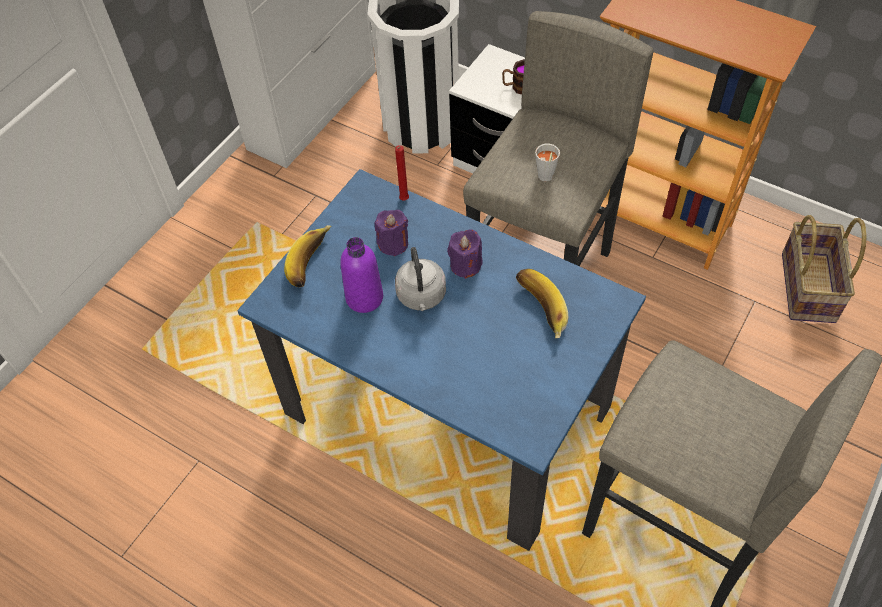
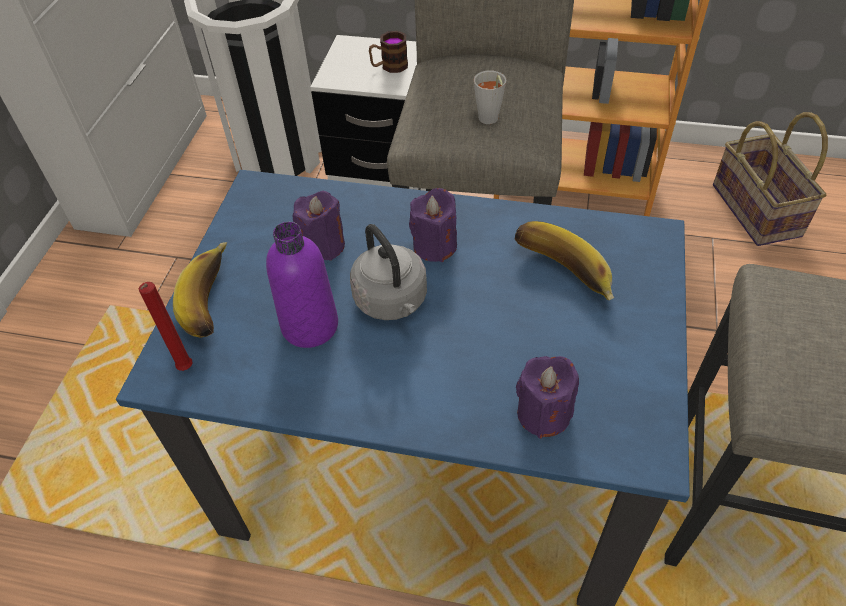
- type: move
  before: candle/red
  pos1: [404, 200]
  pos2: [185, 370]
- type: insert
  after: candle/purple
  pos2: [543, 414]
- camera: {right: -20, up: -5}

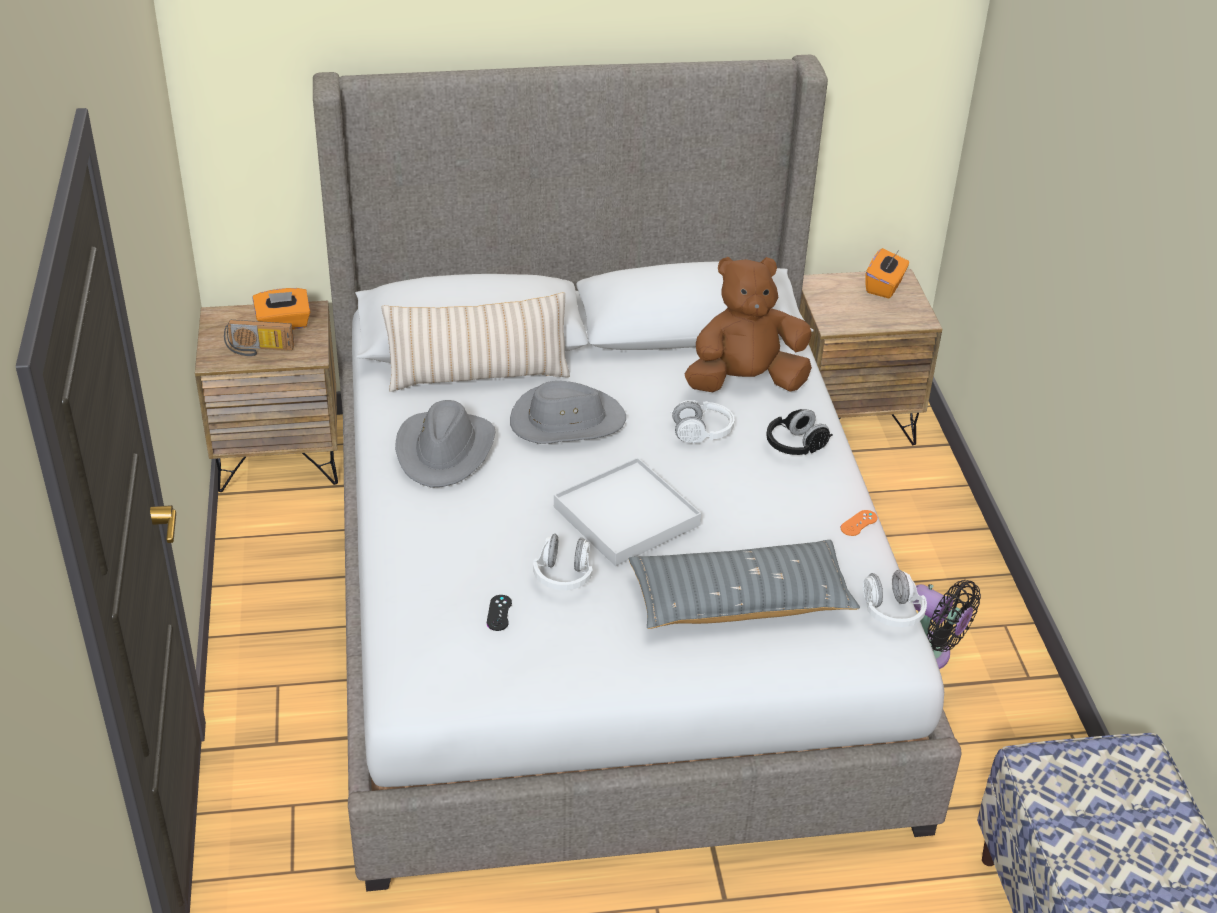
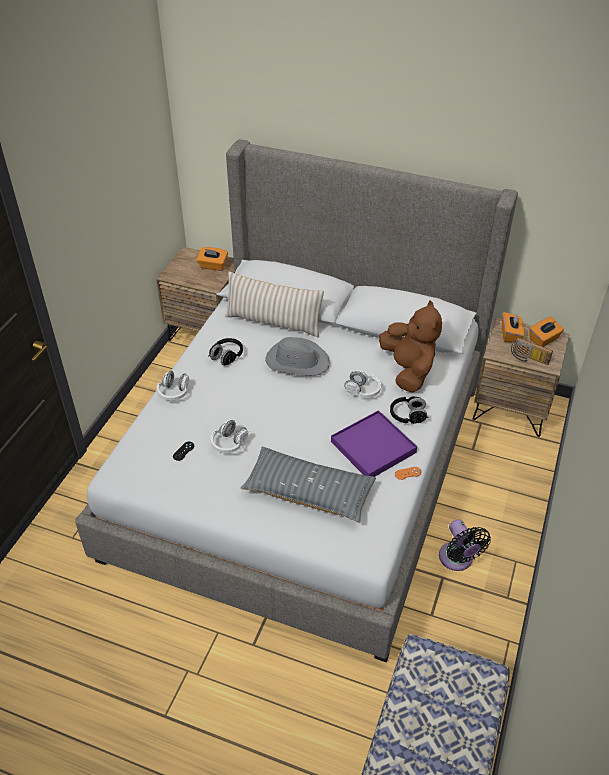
- type: rotate
  before: plush toy/brown
  pos1: [745, 382]
  pos2: [408, 370]
  turn: 60
- type: move
  before: radio
  pos1: [258, 350]
  pos2: [528, 359]
- type: replace
  before: hat/grey
  after: headphones/black
  pos1: [445, 451]
  pos2: [227, 356]
- type: delete
  before: tray/white
  pos1: [626, 516]
- type: move
  before: headphones/white
  pos1: [891, 612]
  pos2: [174, 392]
- type: insert
  after: tissue box/orange
  pos2: [510, 334]
- type: insert
  after: tray/purple
  pos2: [373, 447]
- camera: {right: 30, up: 5}

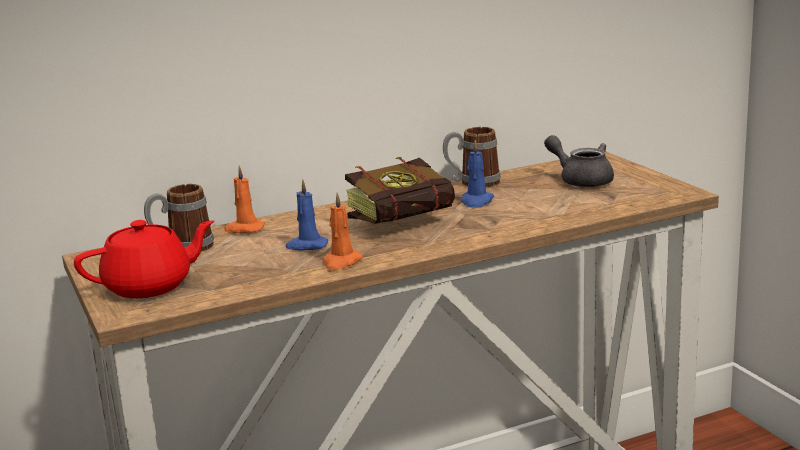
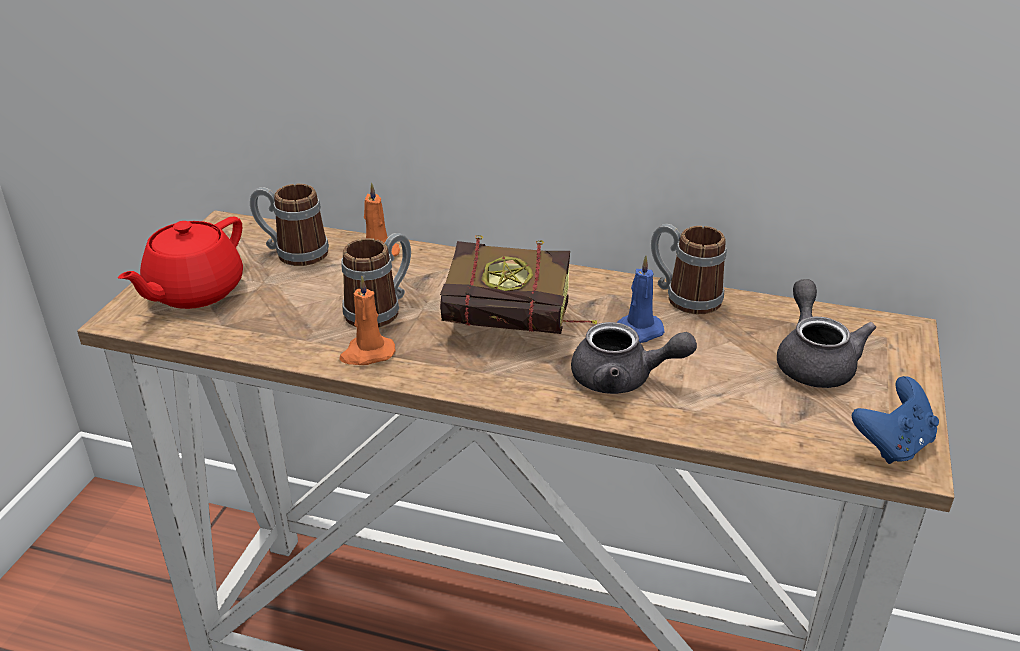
- type: replace
  before: candle/blue
  after: mug
  pos1: [306, 246]
  pos2: [381, 309]
- type: rotate
  before: teapot/red
  pos1: [150, 286]
  pos2: [193, 292]
  turn: 105
- type: insert
  after: teapot/grey
  pos2: [623, 379]
- type: insert
  after: game controller/blue
  pos2: [892, 444]
- camera: {right: 40, up: 15}

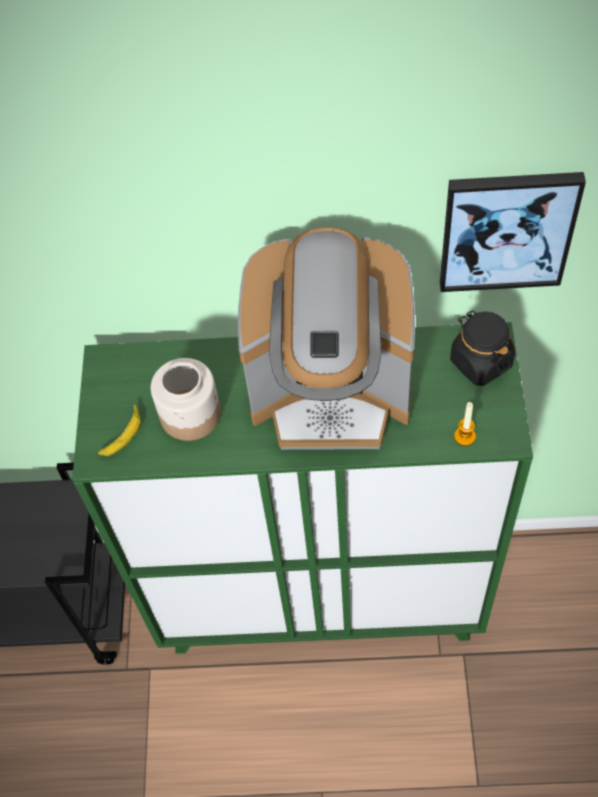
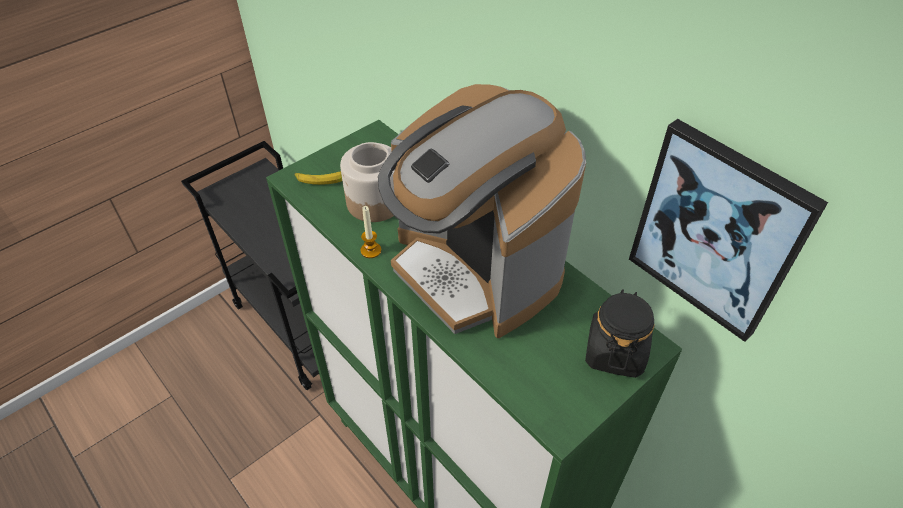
- type: move
  before: candle
  pos1: [464, 436]
  pos2: [371, 250]
- camera: {right: 45, up: -10}

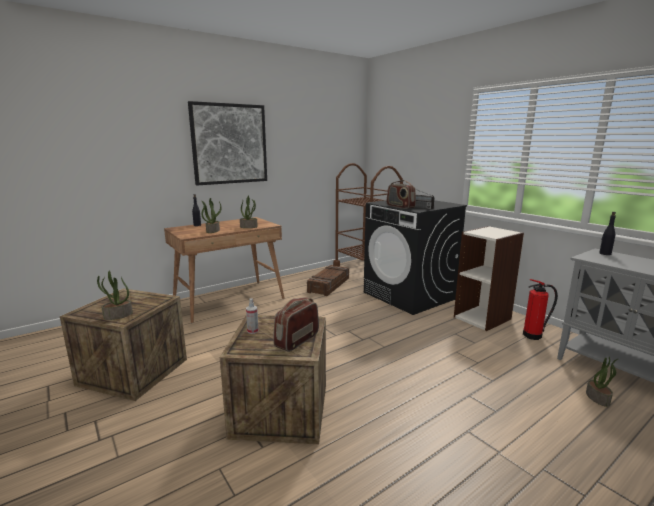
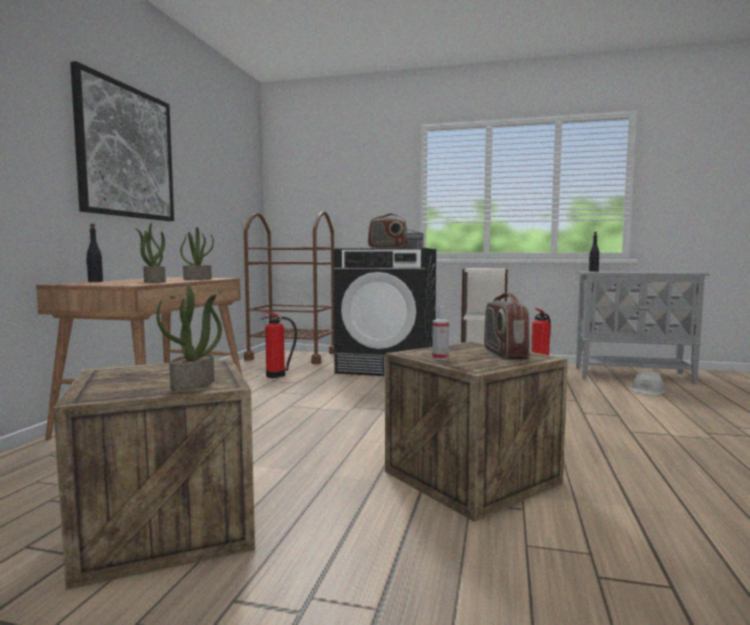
- type: replace
  before: crate
  after: fire extinguisher
  pos1: [328, 285]
  pos2: [277, 375]
- type: replace
  before: potted plant
  after: hard hat/white
  pos1: [598, 398]
  pos2: [647, 390]
- camera: {right: -40, up: -10}

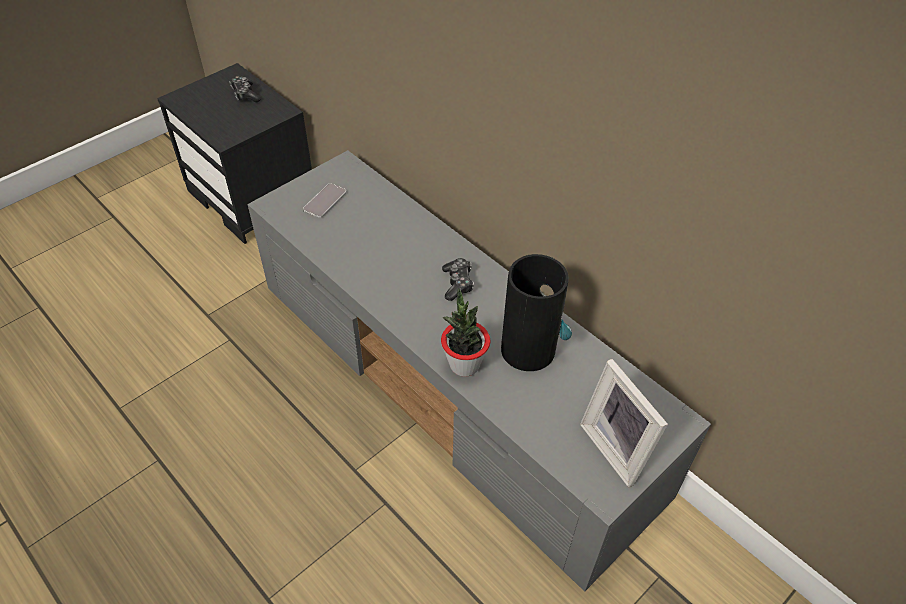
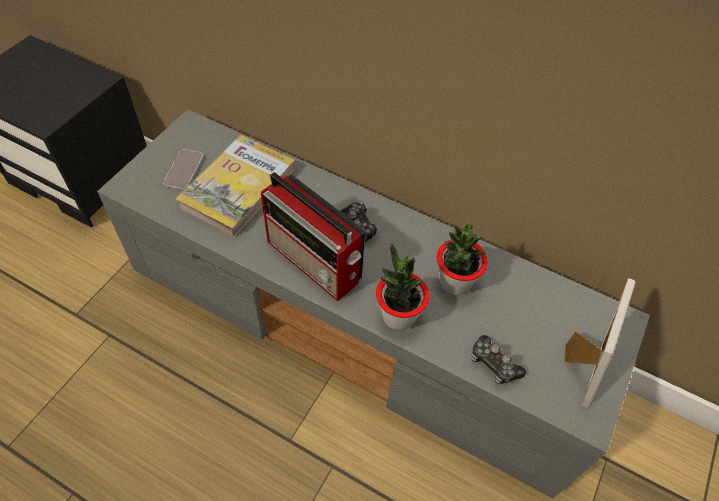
- type: move
  before: game controller
  pos1: [245, 94]
  pos2: [493, 364]
- type: replace
  before: vase
  after: potted plant
  pos1: [529, 349]
  pos2: [454, 282]
- type: rotate
  before: picture frame
  pos1: [618, 447]
  pos2: [580, 364]
  turn: -105
- type: insert
  after: book
  pos2: [238, 188]
- type: insert
  after: radio
  pos2: [315, 262]
- camera: {right: -20, up: 5}

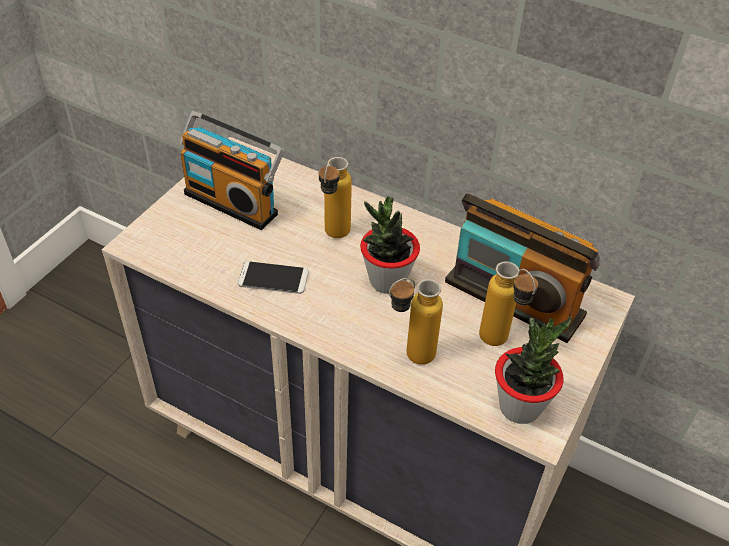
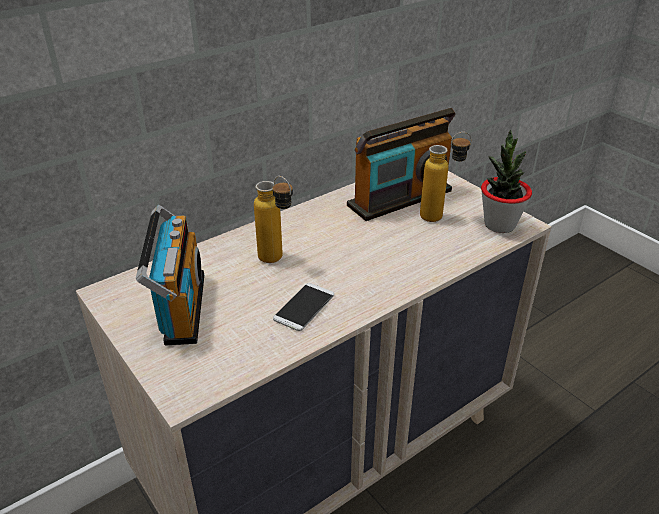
- type: rotate
  before: radio
  pos1: [234, 201]
  pos2: [179, 308]
  turn: -60
- type: delete
  before: potted plant
  pos1: [387, 281]
- type: delete
  before: bottle
  pos1: [409, 357]
- camera: {right: -65, up: -10}

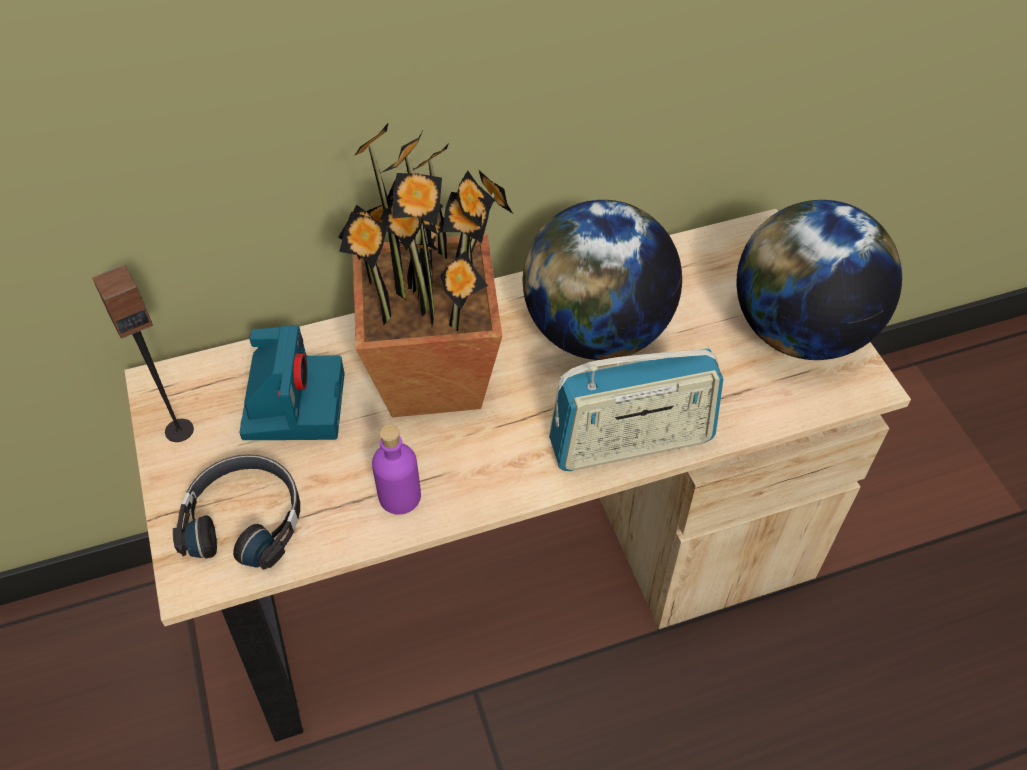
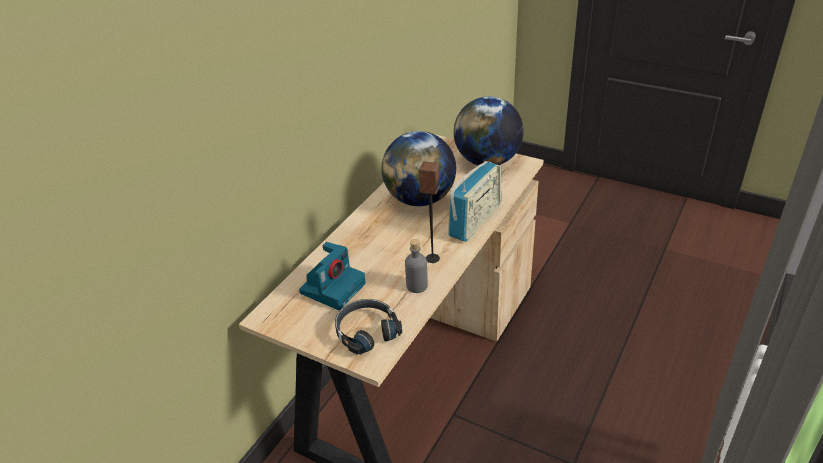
- type: delete
  before: potted plant
  pos1: [435, 377]
- type: move
  before: speaker
  pos1: [179, 430]
  pos2: [432, 258]
- type: rotate
  before: photo camera
  pos1: [293, 403]
  pos2: [333, 287]
  turn: 75
- type: recolor
  before: bottle/purple
  after: bottle/grey
  pos1: [400, 496]
  pos2: [417, 286]
- camera: {right: -40, up: -15}

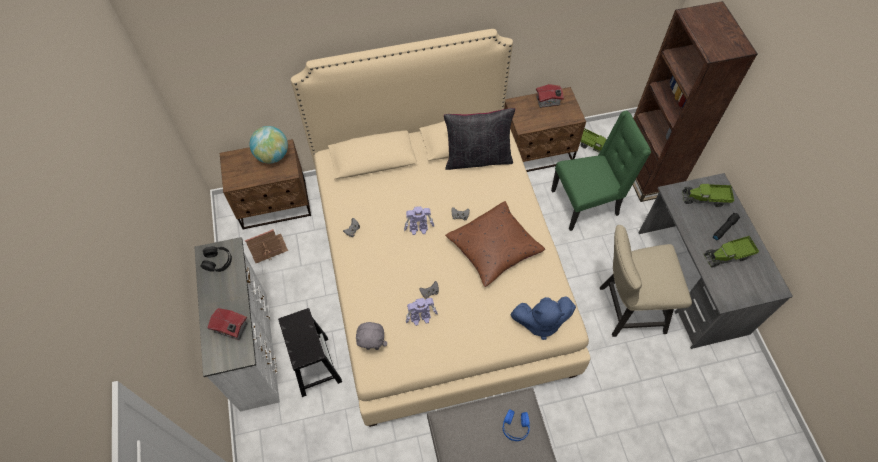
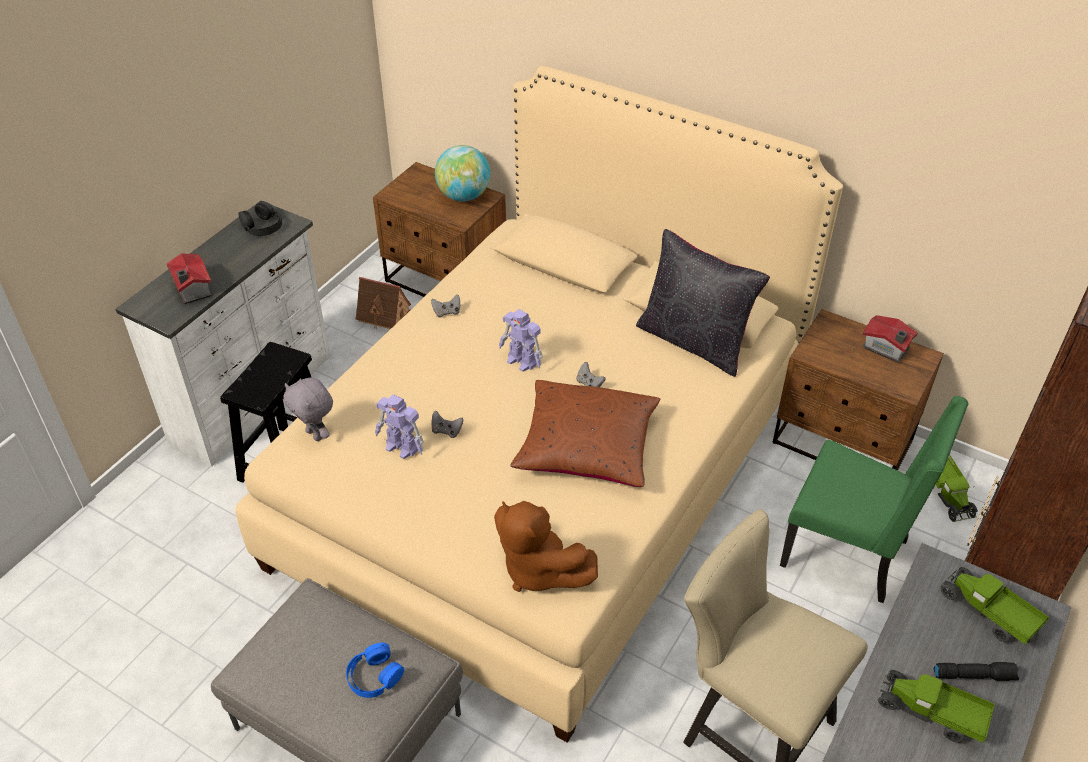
- type: recolor
  before: plush toy/blue
  after: plush toy/brown
  pos1: [540, 322]
  pos2: [538, 569]
- camera: {right: 45, up: -15}

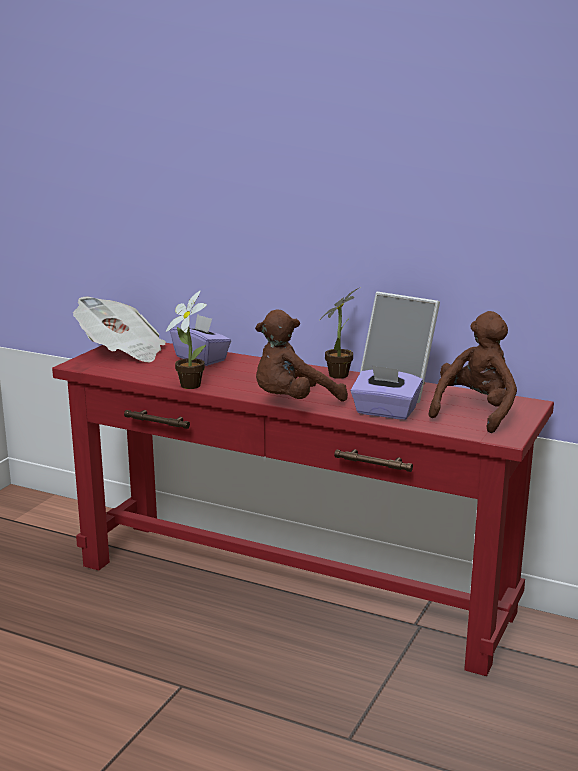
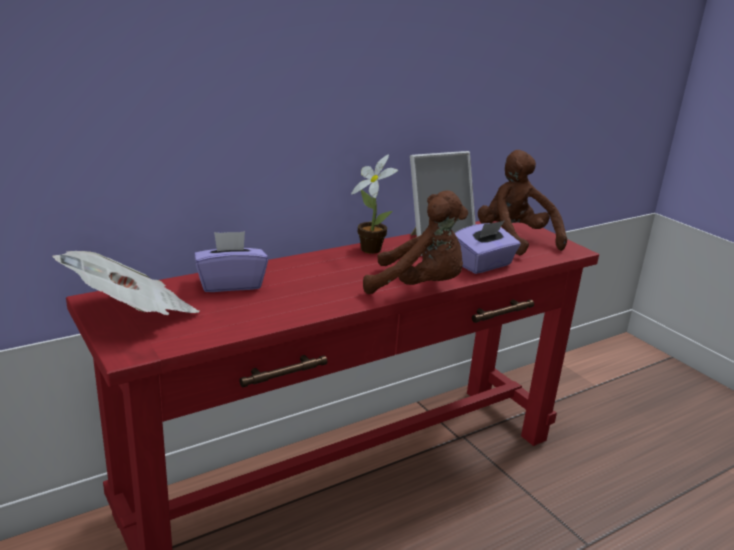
- type: delete
  before: potted plant
  pos1: [190, 384]
- type: rotate
  before: plush toy/brown
  pos1: [293, 402]
  pos2: [419, 287]
  turn: -75
- camera: {right: -60, up: 5}

